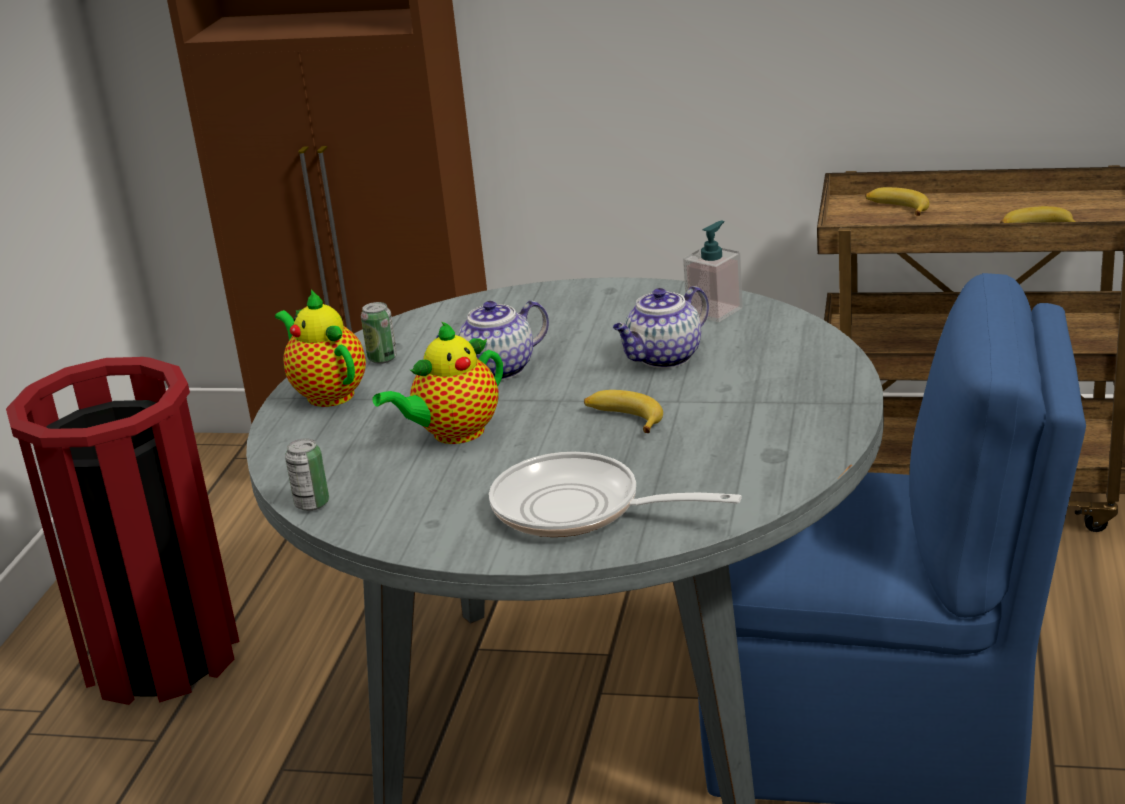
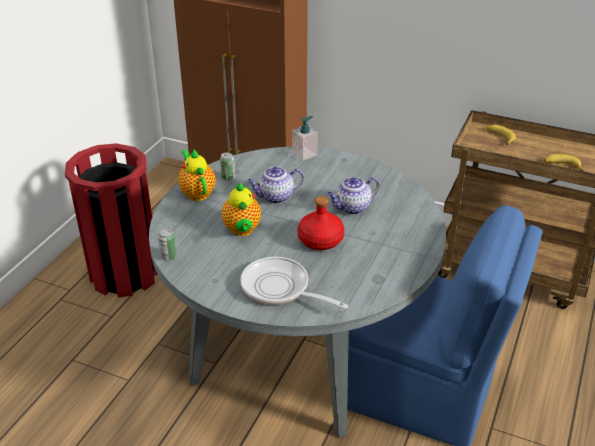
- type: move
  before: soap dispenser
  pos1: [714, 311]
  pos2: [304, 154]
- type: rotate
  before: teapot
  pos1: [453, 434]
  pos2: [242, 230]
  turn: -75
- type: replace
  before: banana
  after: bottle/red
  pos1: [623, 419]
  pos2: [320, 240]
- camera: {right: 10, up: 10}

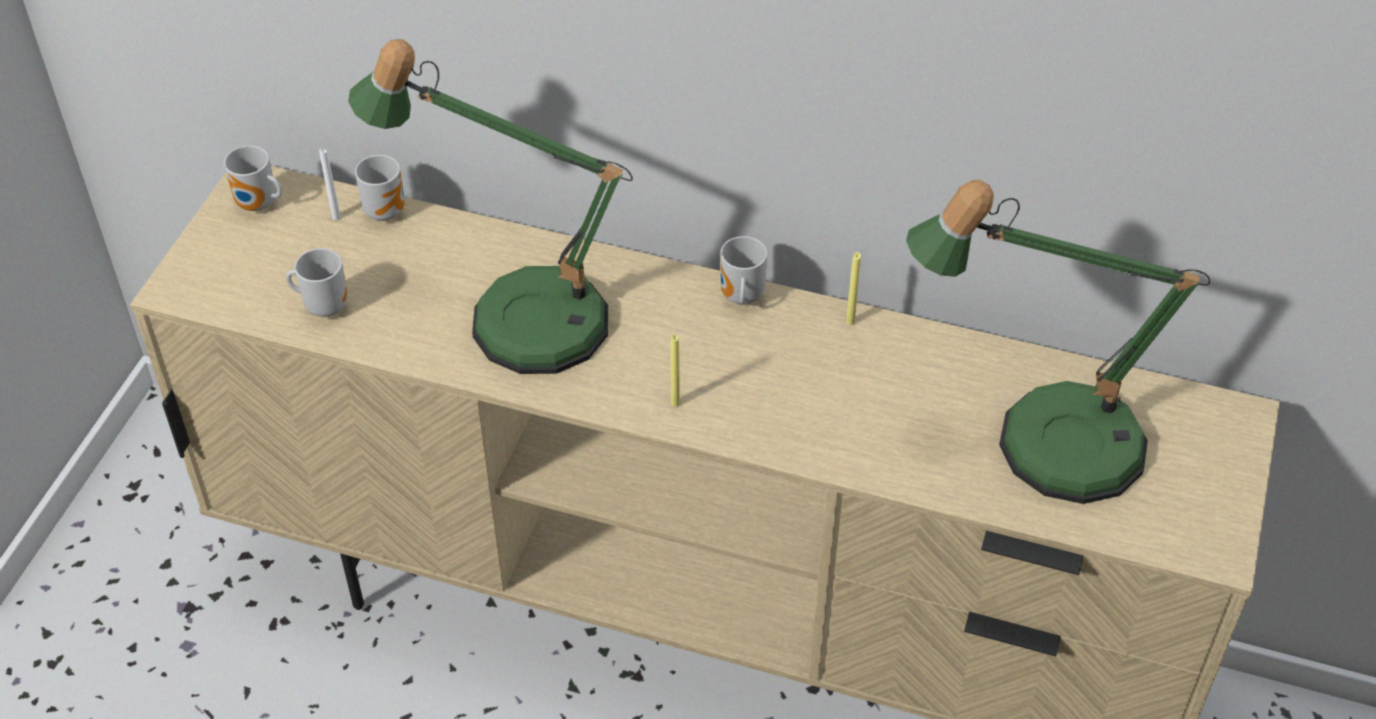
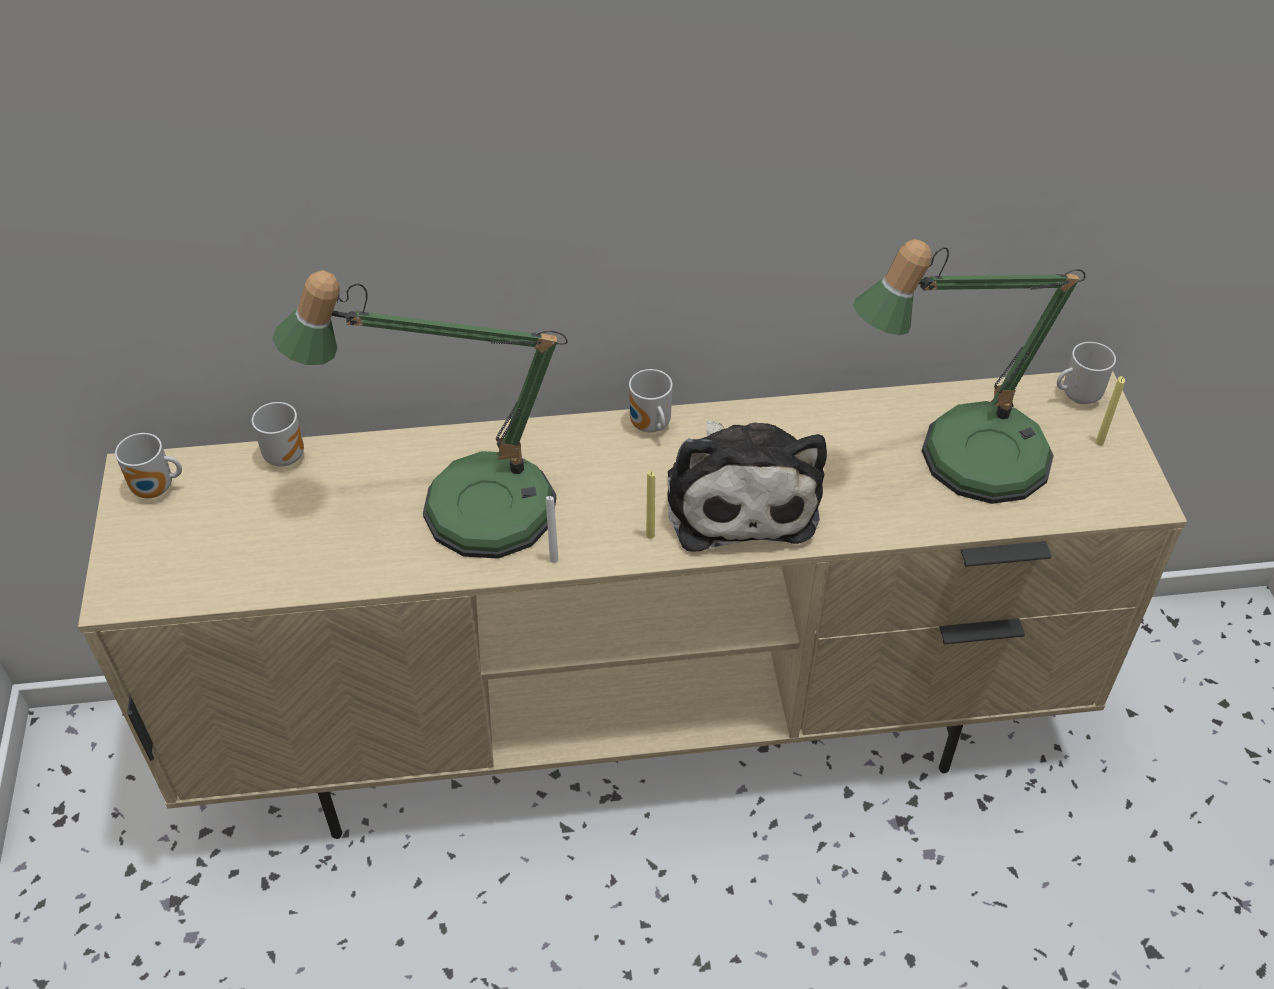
- type: move
  before: candle/white
  pos1: [336, 217]
  pos2: [554, 559]
- type: move
  before: mug
  pos1: [324, 305]
  pos2: [1077, 396]
- type: move
  before: candle/yellow
  pos1: [850, 322]
  pos2: [1099, 442]
- type: insert
  after: plush toy
  pos2: [739, 497]
- camera: {right: -25, up: 0}

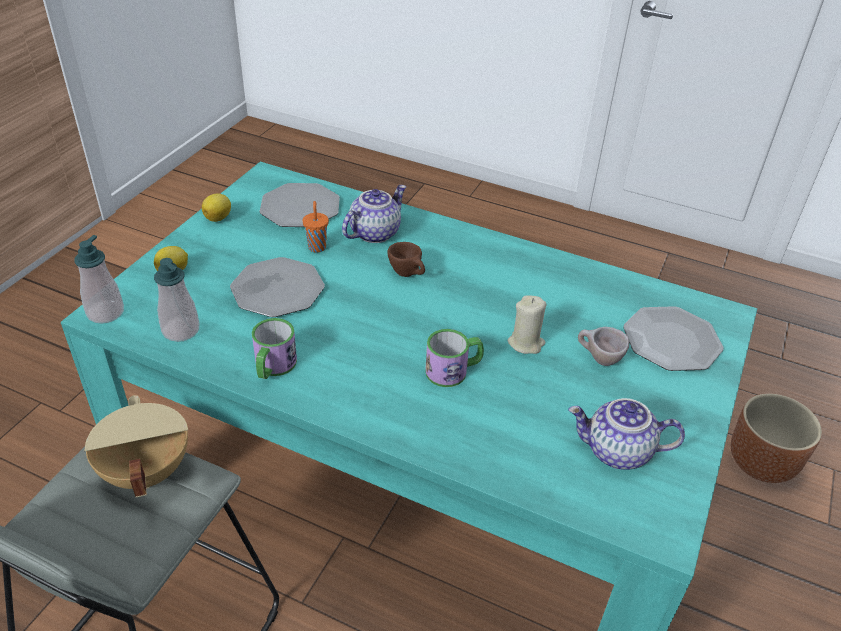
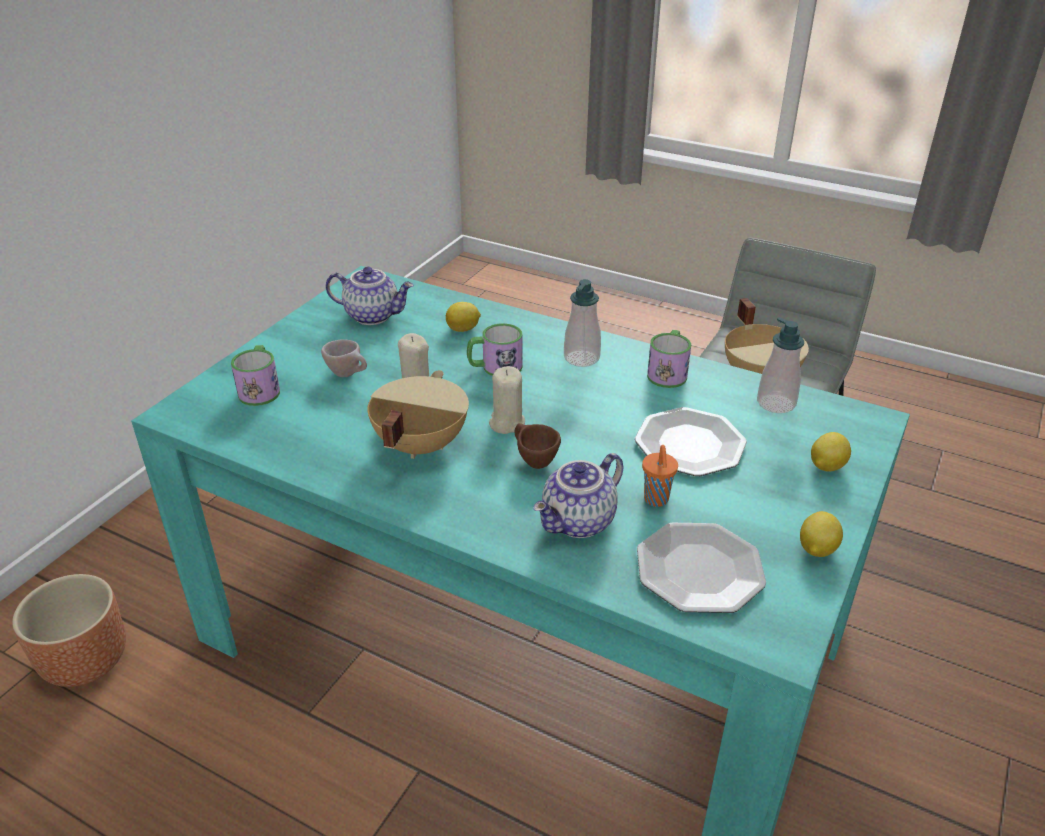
- type: move
  before: soap dispenser
  pos1: [105, 312]
  pos2: [581, 358]
- type: replace
  before: plate
  after: mug
  pos1: [671, 341]
  pos2: [260, 389]
- type: insert
  after: lemon
  pos2: [464, 329]
- type: insert
  after: candle/beige
  pos2: [506, 423]
- type: insert
  after: cooking pot/beige
  pos2: [419, 445]
- camera: {right: -175, up: -5}

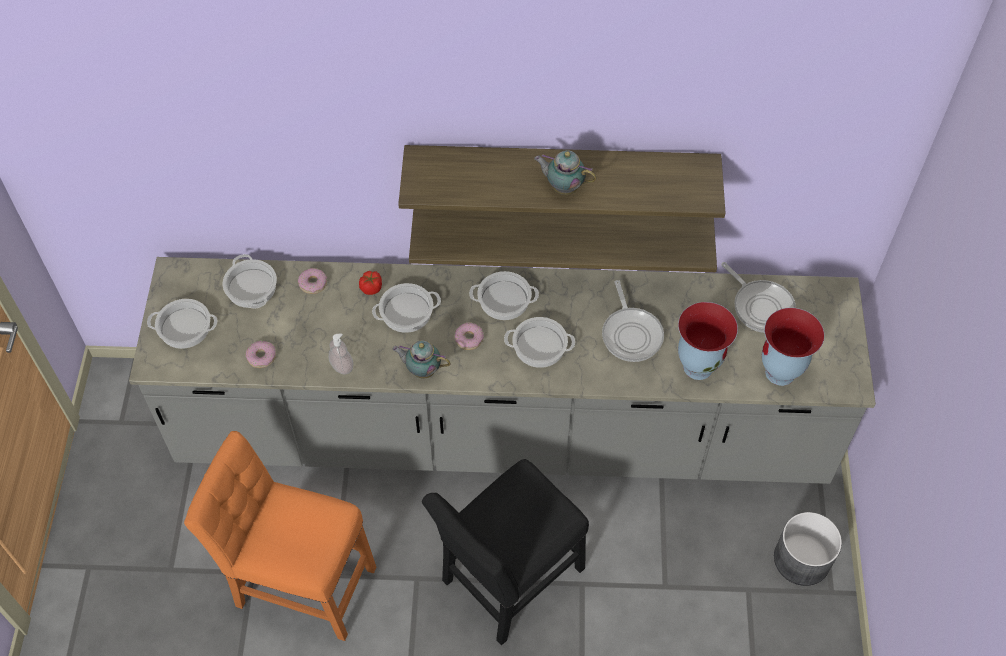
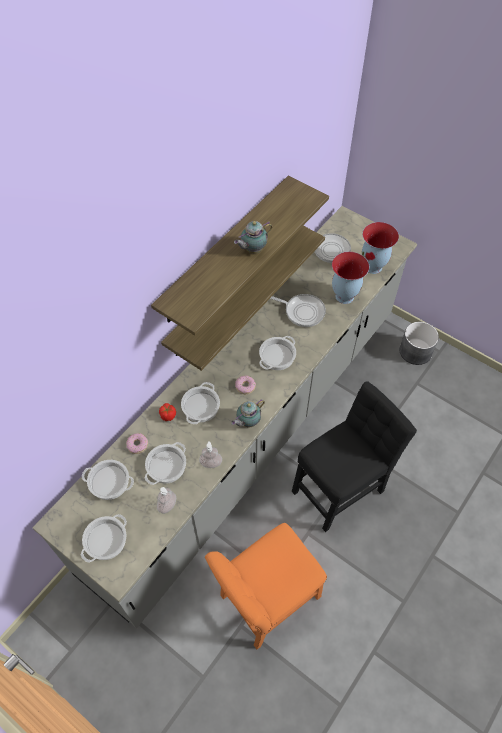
- type: move
  before: cooking pot
  pos1: [504, 299]
  pos2: [166, 465]
- type: replace
  before: donut
  after: soap dispenser
  pos1: [261, 357]
  pos2: [167, 505]
- type: rotate
  before: chair/black
  pos1: [508, 581]
  pos2: [341, 487]
  turn: -120
- camera: {right: -55, up: 0}

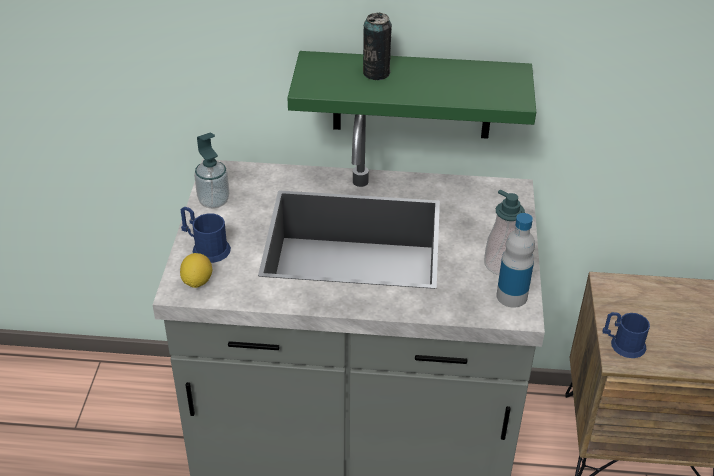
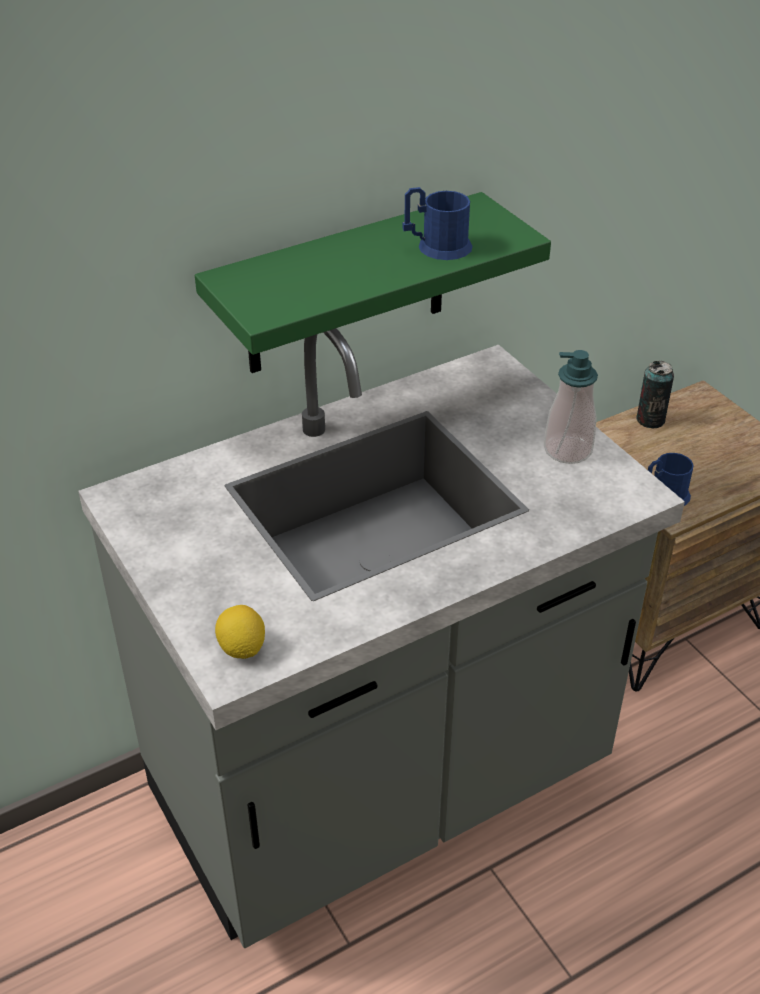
- type: move
  before: can
  pos1: [376, 73]
  pos2: [650, 420]
- type: delete
  before: soap dispenser
  pos1: [214, 201]
- type: move
  before: mug/blue
  pos1: [206, 248]
  pos2: [437, 247]
- type: delete
  before: bottle
  pos1: [511, 296]
- camera: {right: -35, up: 0}

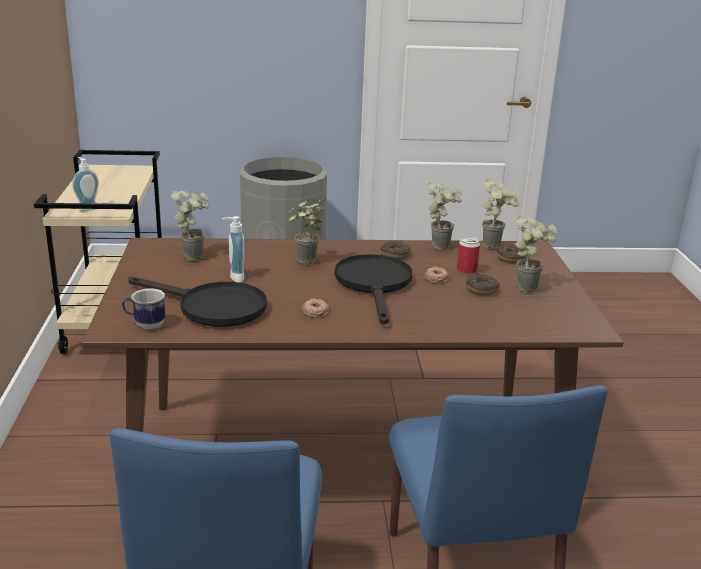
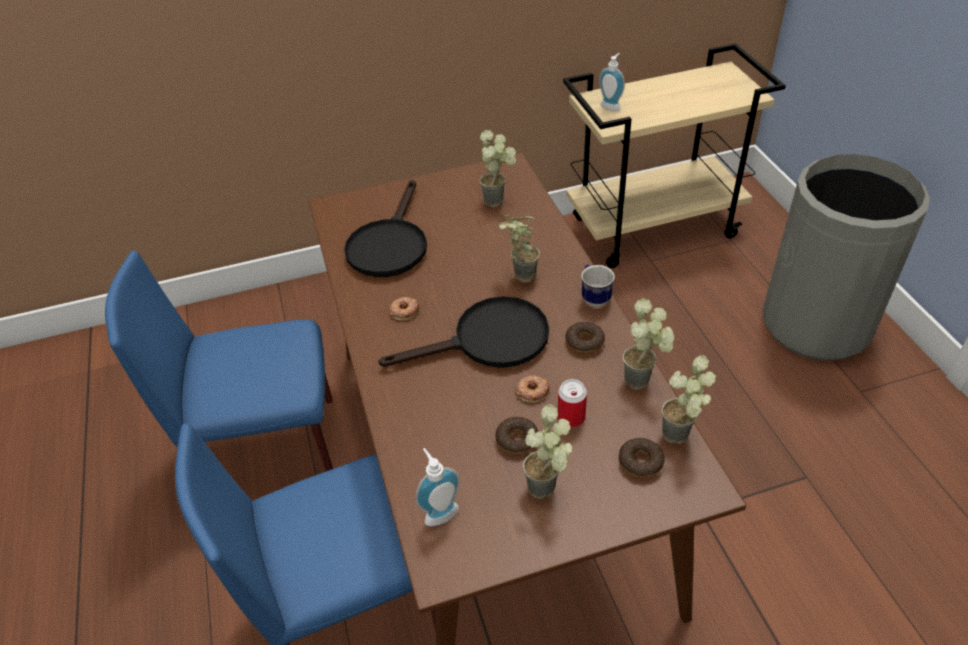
- type: move
  before: soap dispenser
  pos1: [234, 278]
  pos2: [439, 512]
- type: move
  before: mug
  pos1: [145, 325]
  pos2: [594, 297]
- camera: {right: 80, up: 20}

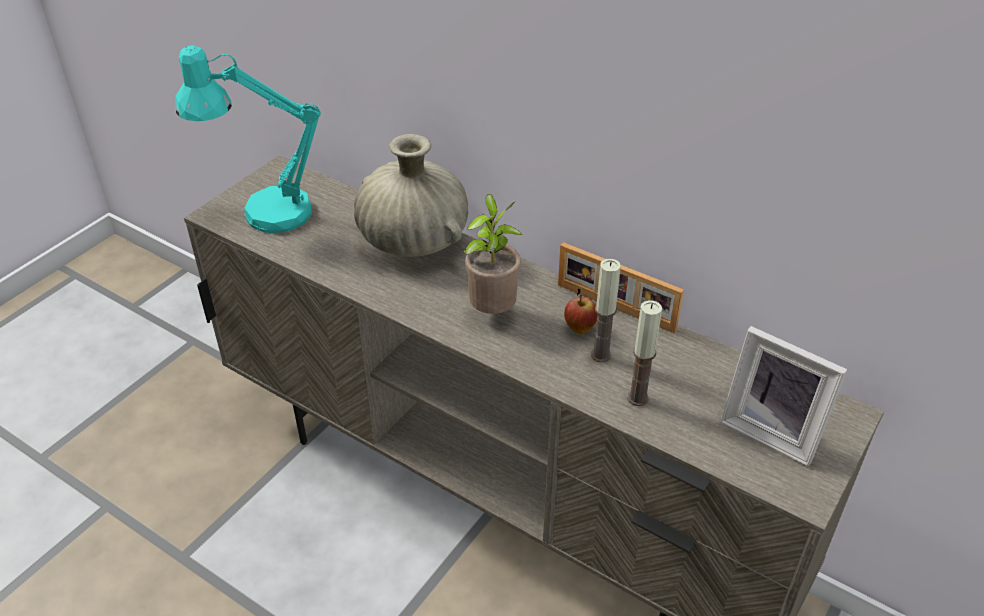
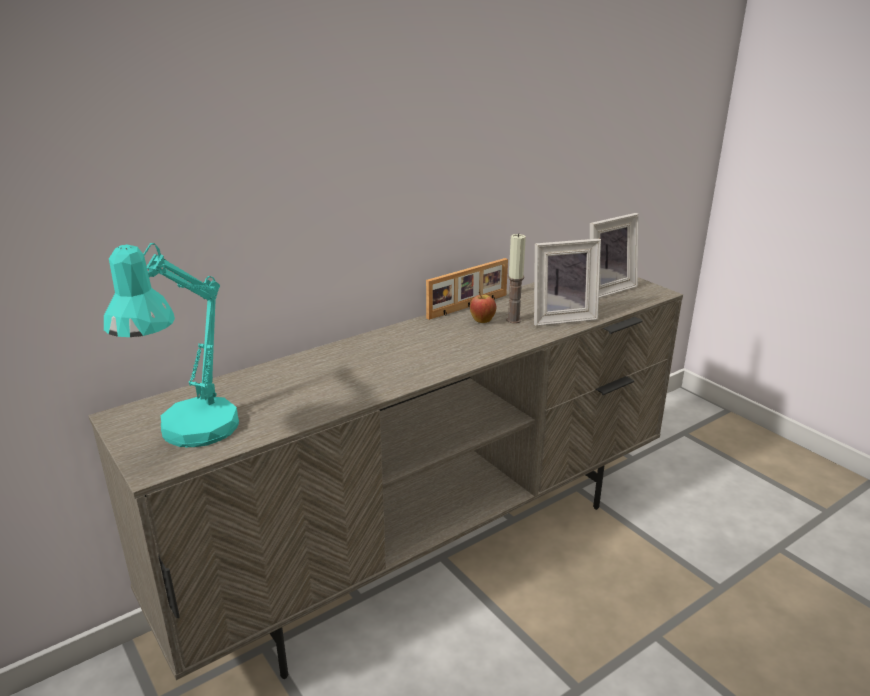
- type: delete
  before: vase/beige
  pos1: [413, 240]
- type: delete
  before: potted plant
  pos1: [493, 311]
- type: replace
  before: candle
  after: picture frame
  pos1: [637, 398]
  pos2: [561, 317]
- camera: {right: -70, up: -15}

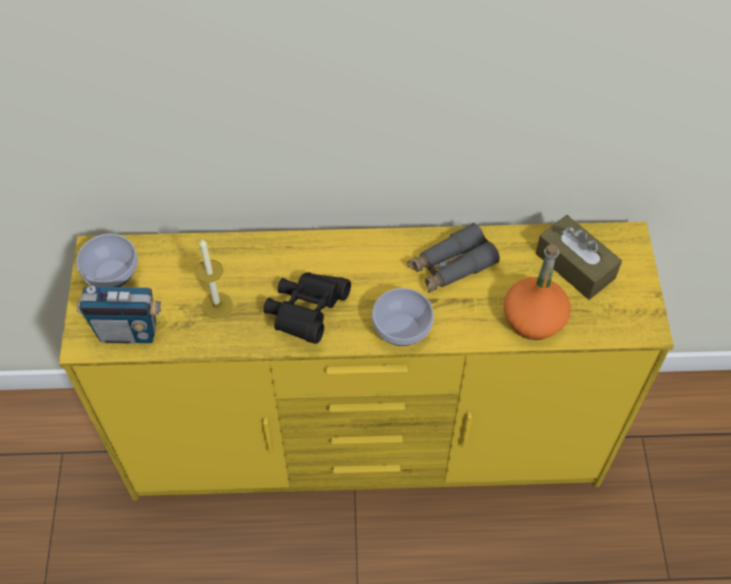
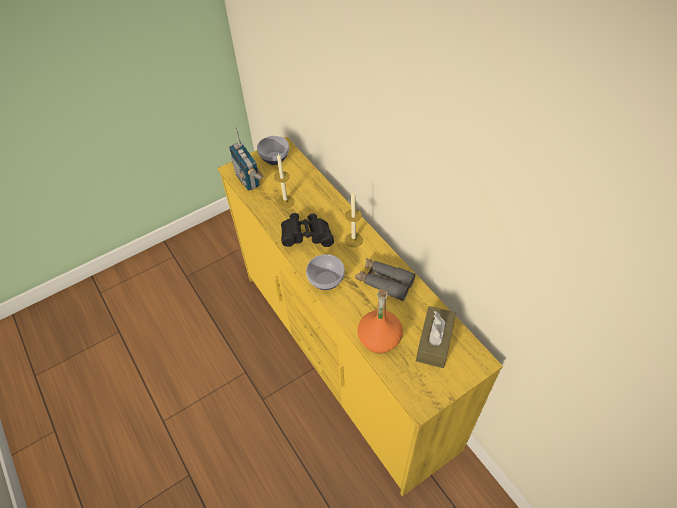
- type: insert
  after: candle
  pos2: [353, 240]
- camera: {right: 60, up: -5}

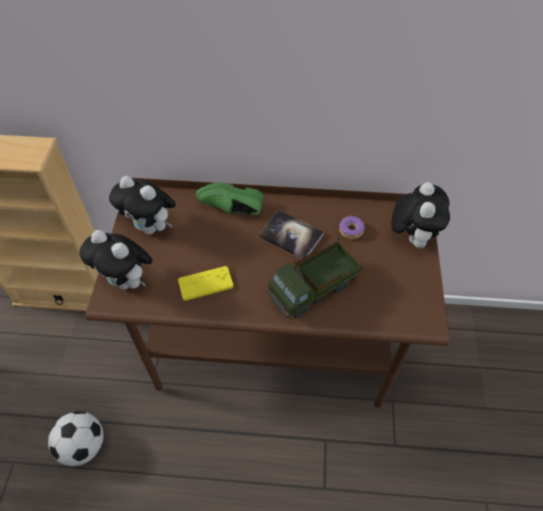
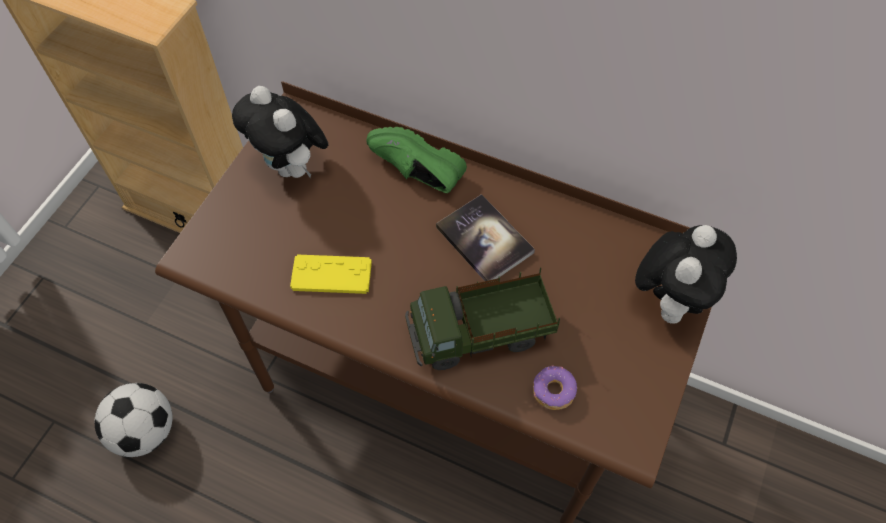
- type: move
  before: donut
  pos1: [350, 230]
  pos2: [553, 391]
- type: delete
  before: plush toy
  pos1: [127, 281]
- camera: {right: 20, up: 5}

